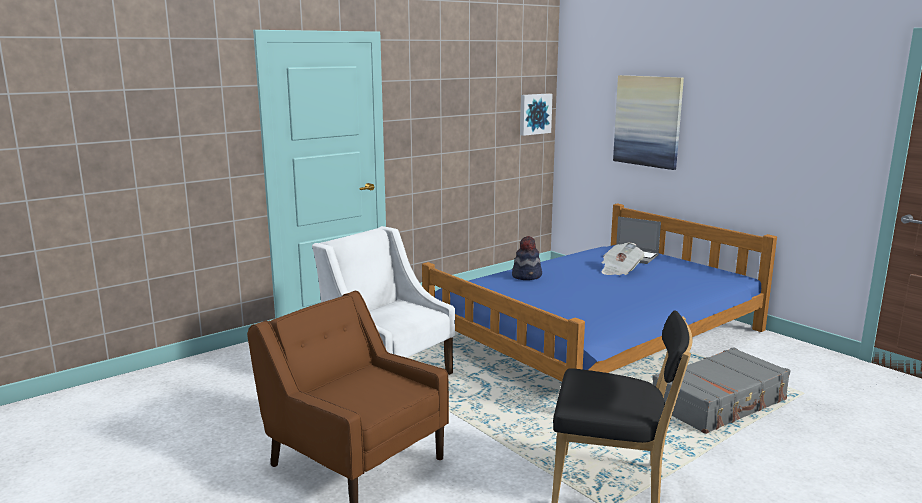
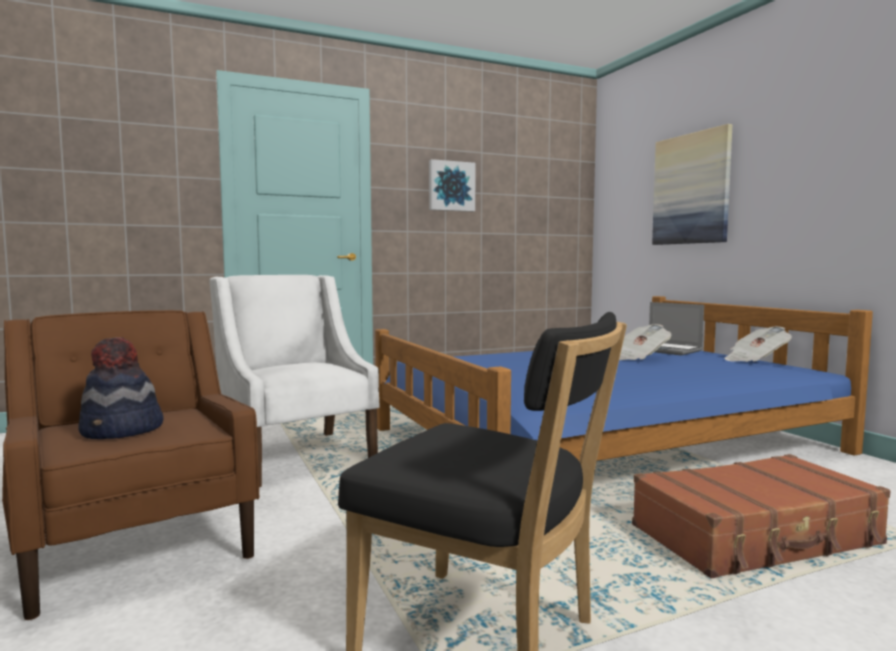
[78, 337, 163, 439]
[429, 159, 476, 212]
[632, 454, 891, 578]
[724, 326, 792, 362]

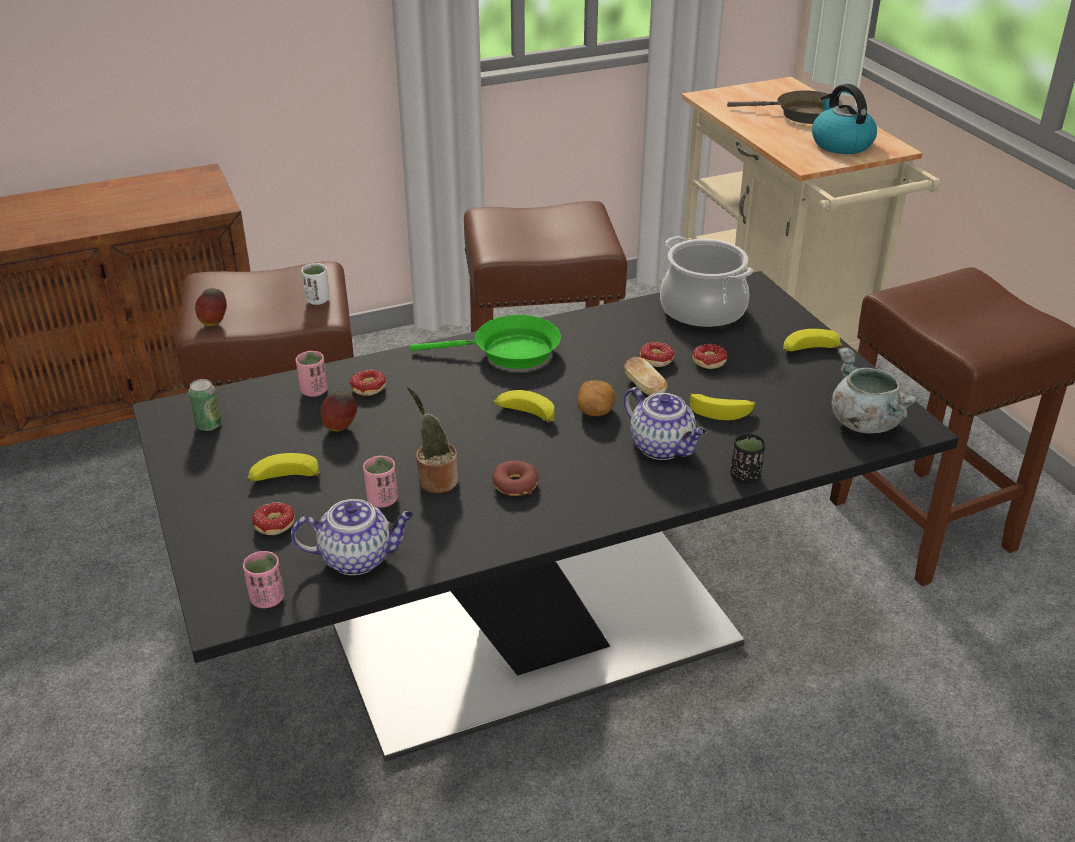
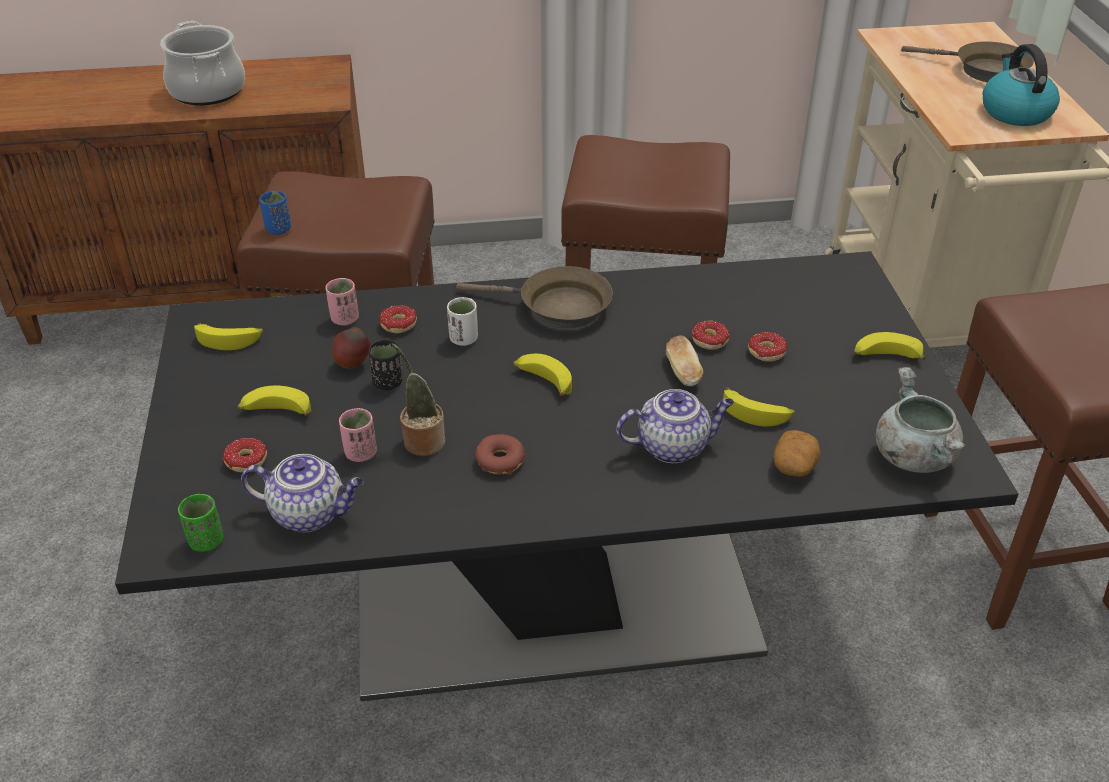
[194, 323, 263, 350]
[259, 191, 291, 235]
[178, 494, 223, 552]
[447, 297, 478, 346]
[456, 266, 613, 328]
[774, 430, 821, 477]
[616, 389, 734, 463]
[160, 21, 245, 105]
[369, 340, 402, 390]

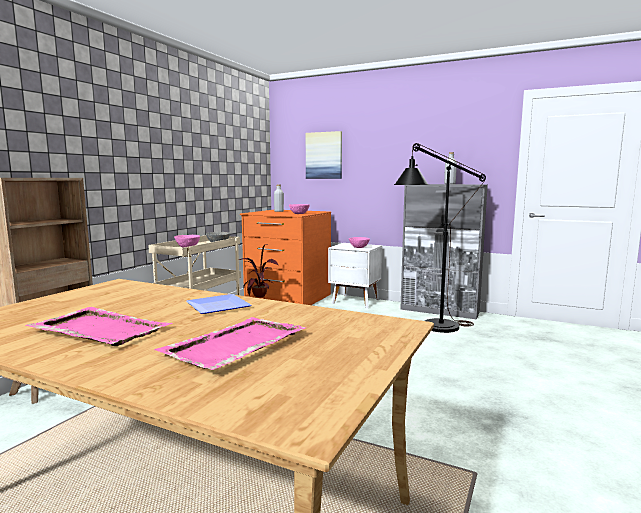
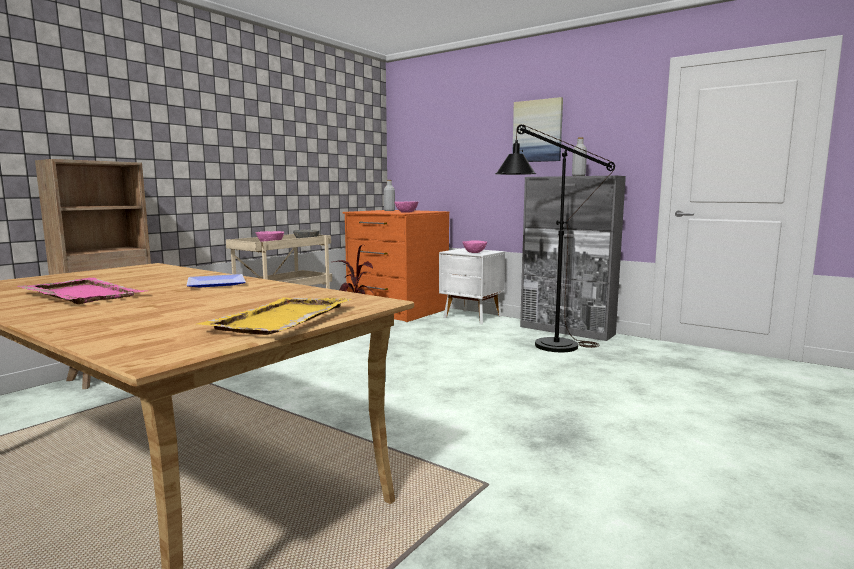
[154, 317, 307, 370] (first image)
[512, 97, 563, 162]
[196, 297, 352, 335]

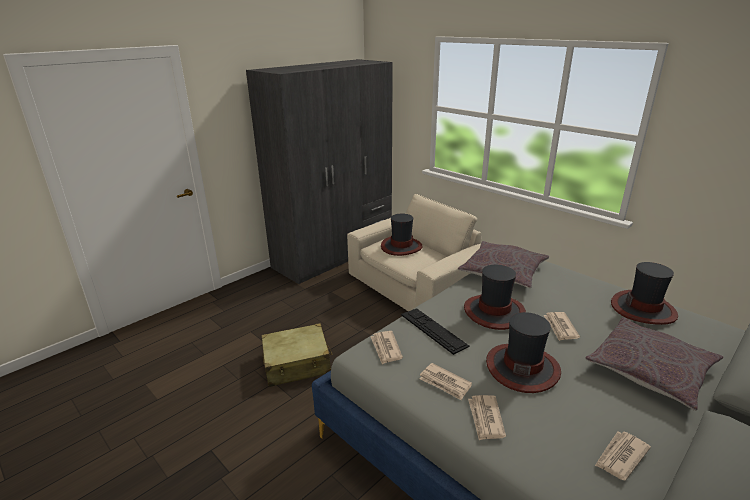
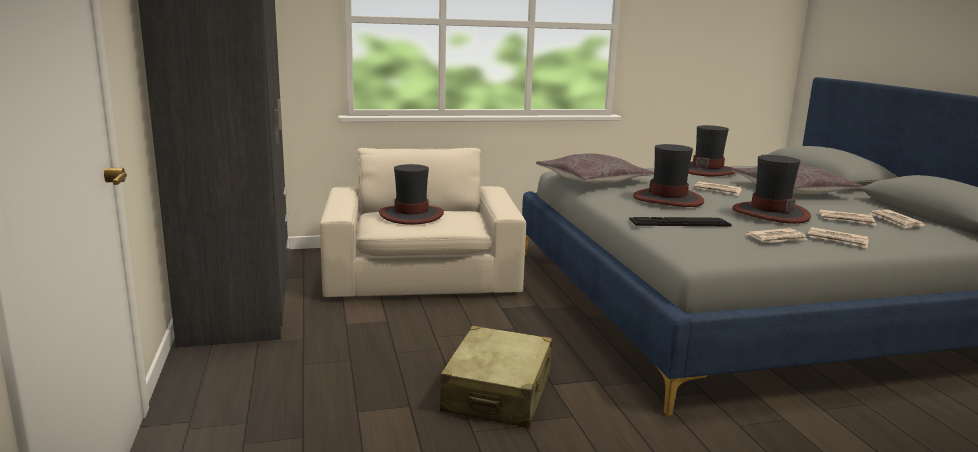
[819, 210, 876, 226]

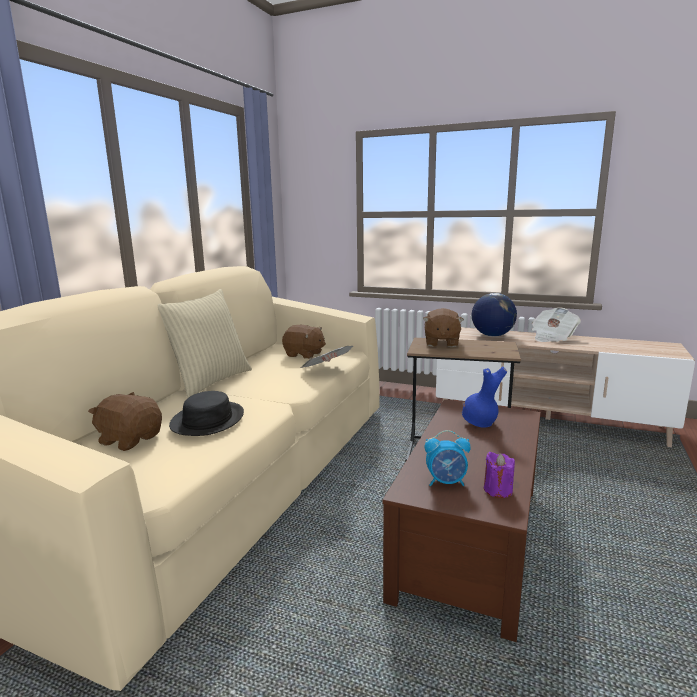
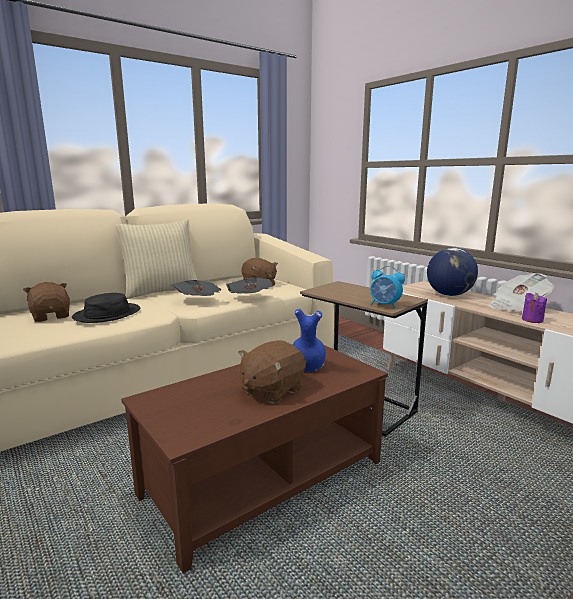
[238, 340, 306, 403]
[371, 265, 405, 309]
[522, 293, 547, 323]
[171, 280, 221, 296]

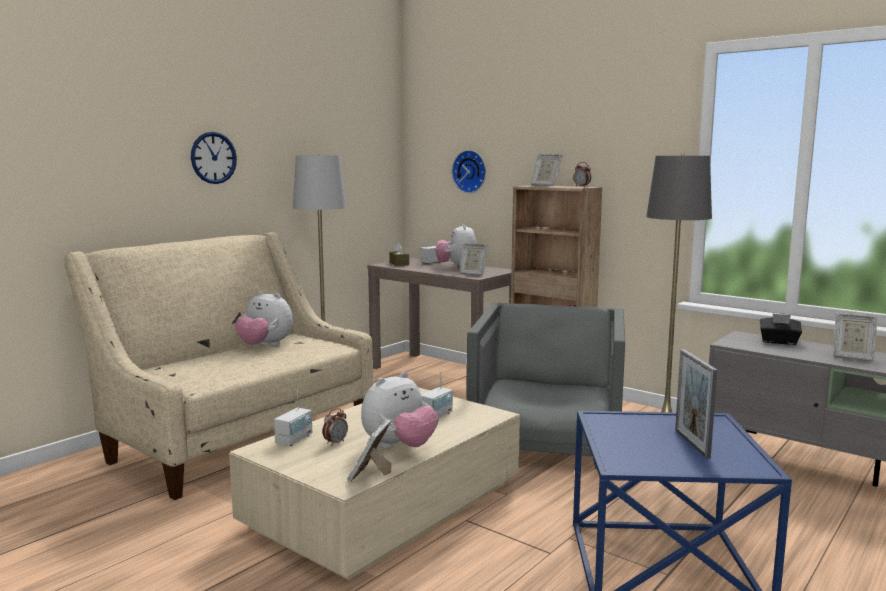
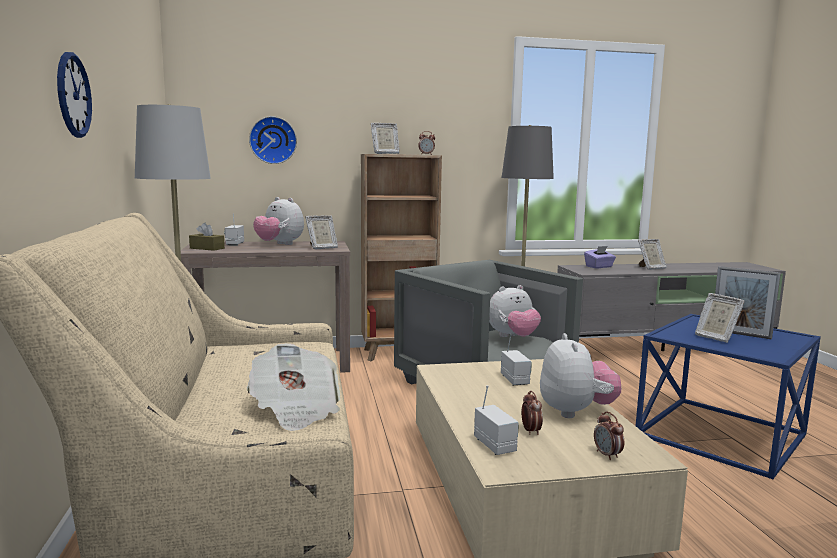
[489, 285, 541, 337]
[695, 293, 745, 343]
[584, 246, 616, 268]
[247, 343, 340, 431]
[594, 411, 624, 461]

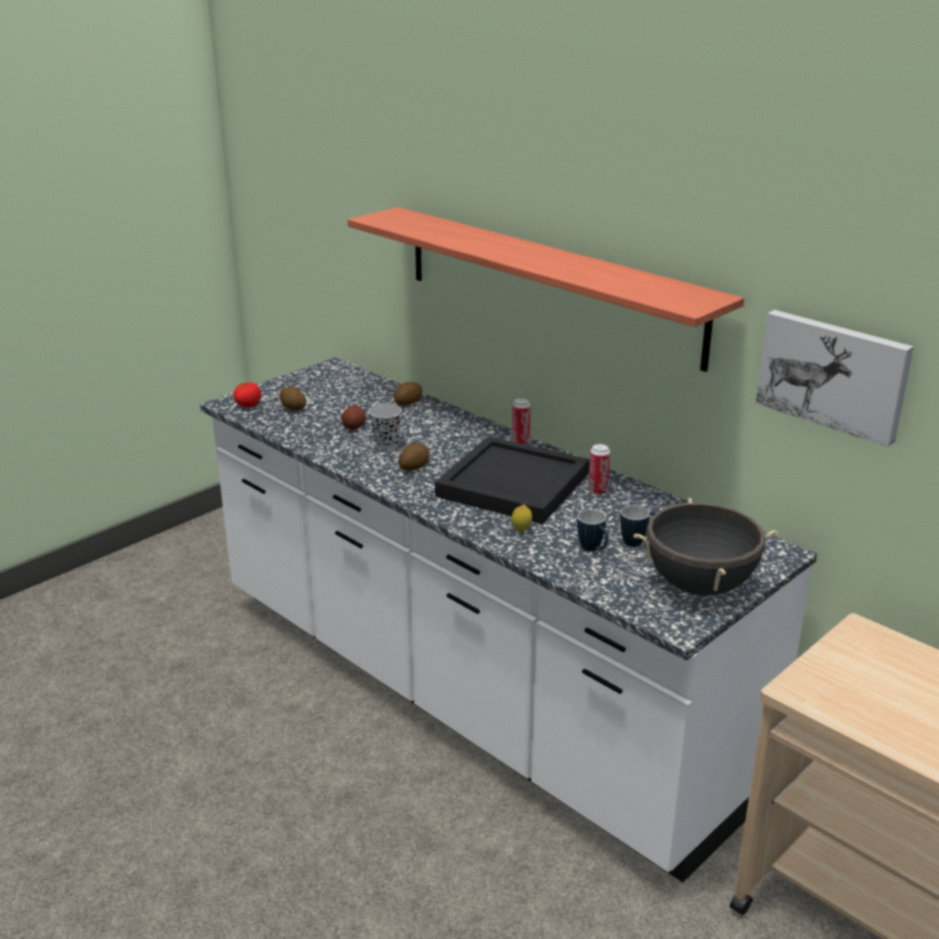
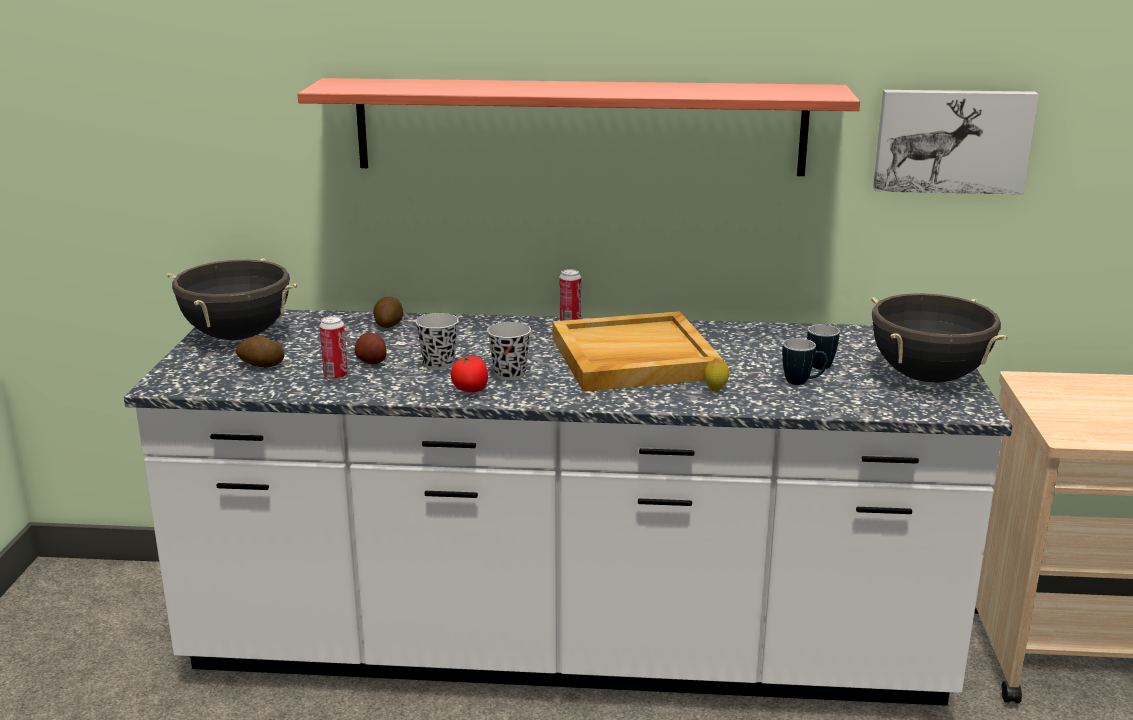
[450, 356, 488, 392]
[487, 322, 531, 380]
[552, 311, 724, 392]
[319, 316, 348, 380]
[167, 258, 297, 340]

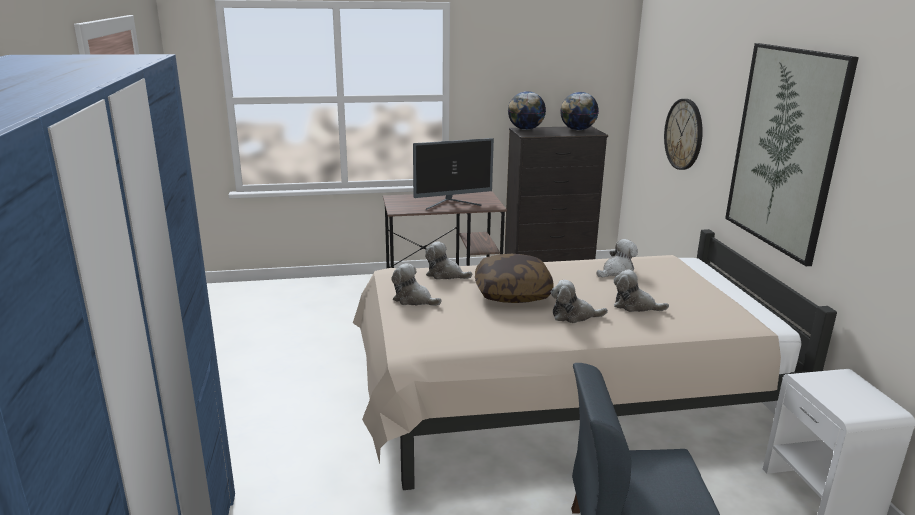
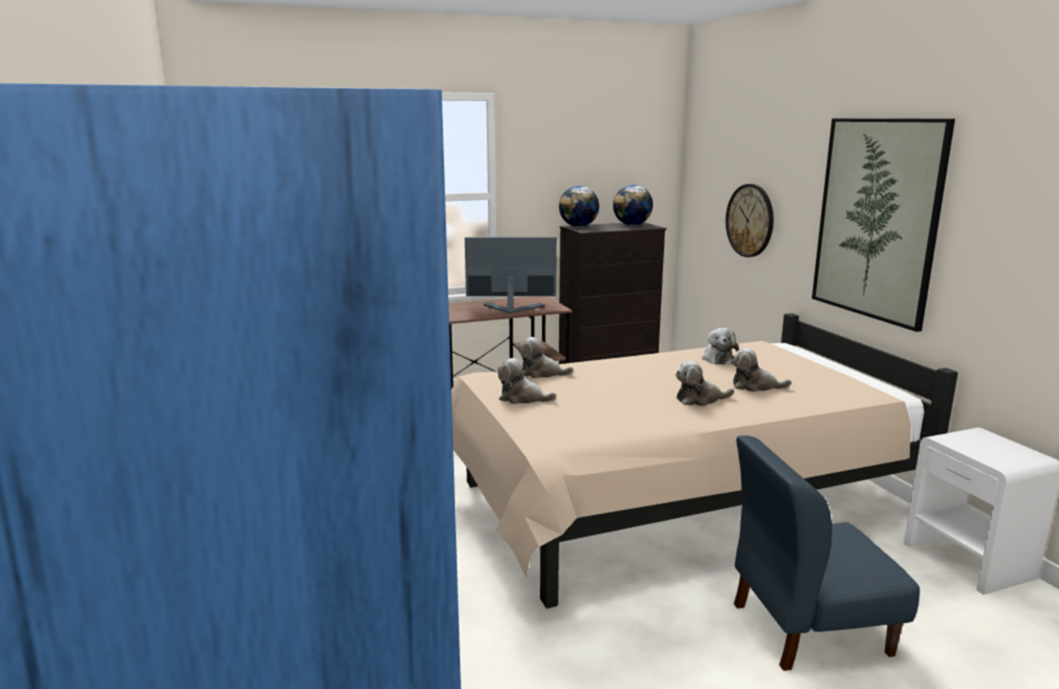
[465, 237, 557, 314]
[475, 254, 554, 303] (first image)
[702, 328, 739, 365]

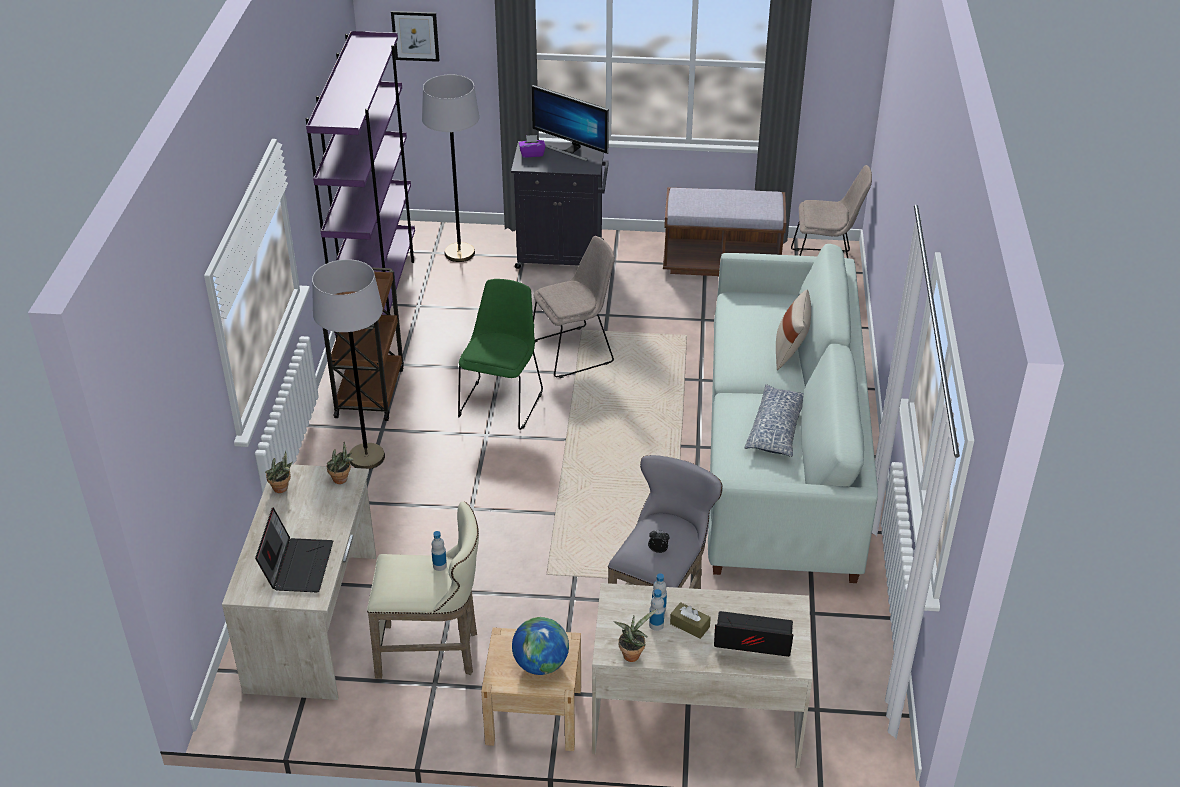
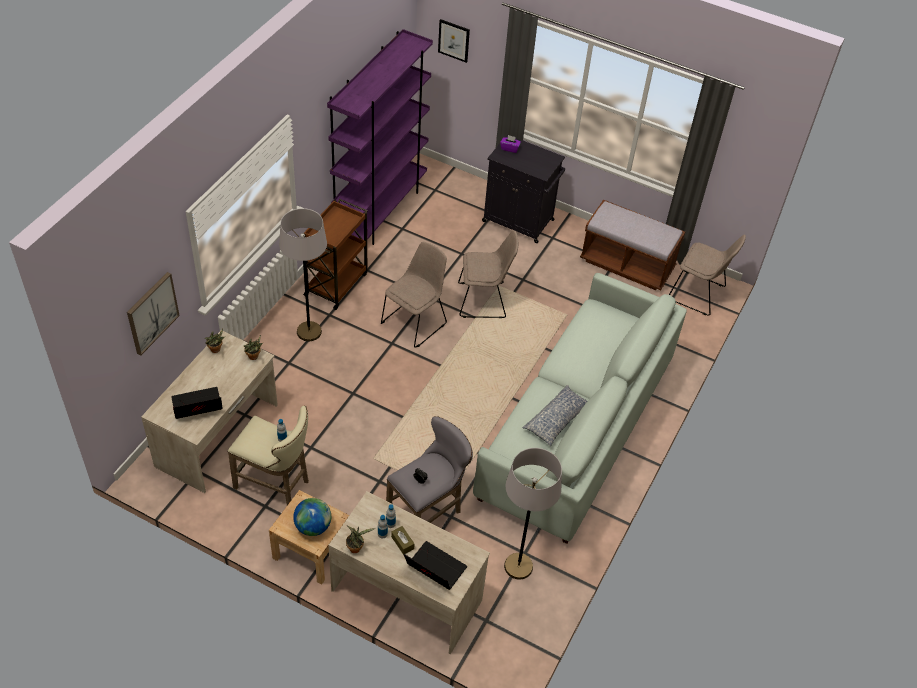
[171, 387, 222, 419]
[504, 448, 562, 579]
[381, 242, 447, 347]
[531, 85, 609, 161] (first image)
[776, 290, 811, 370] (first image)
[127, 272, 180, 356]

